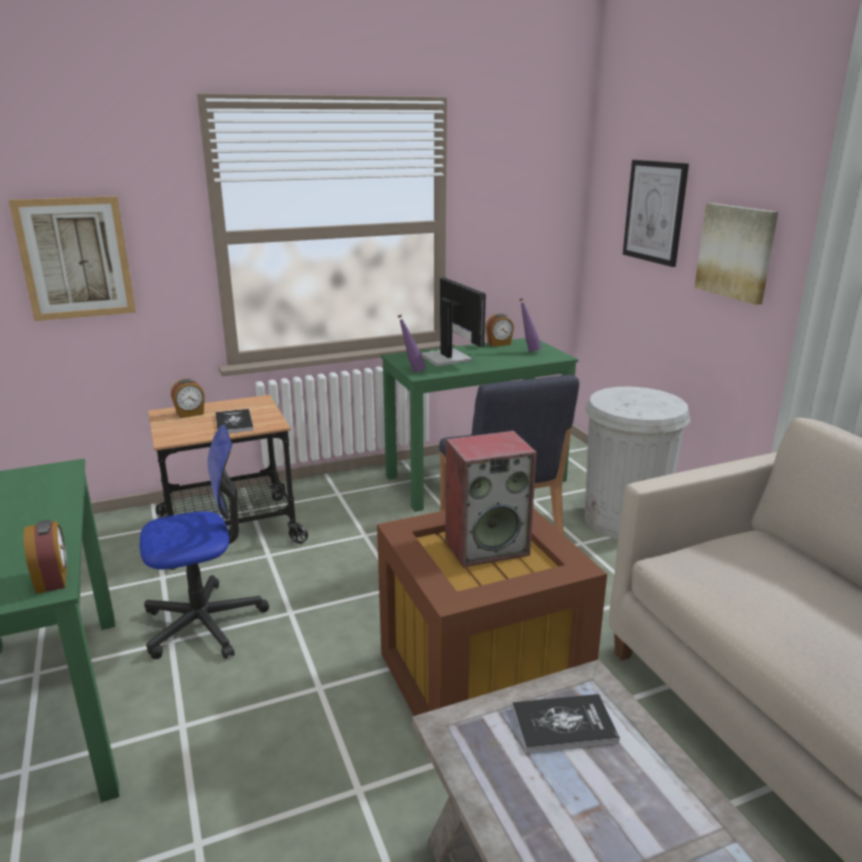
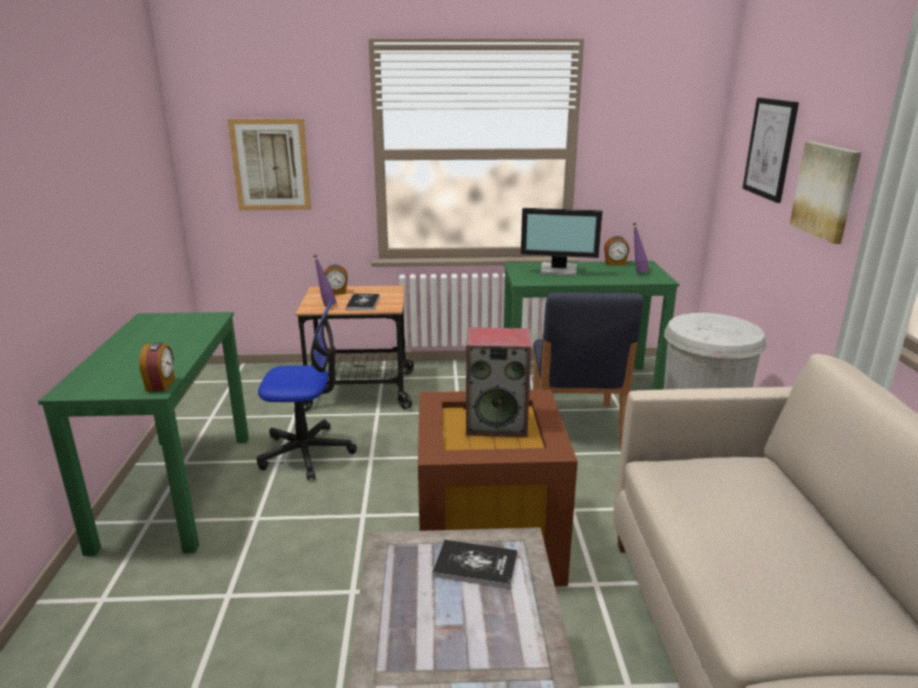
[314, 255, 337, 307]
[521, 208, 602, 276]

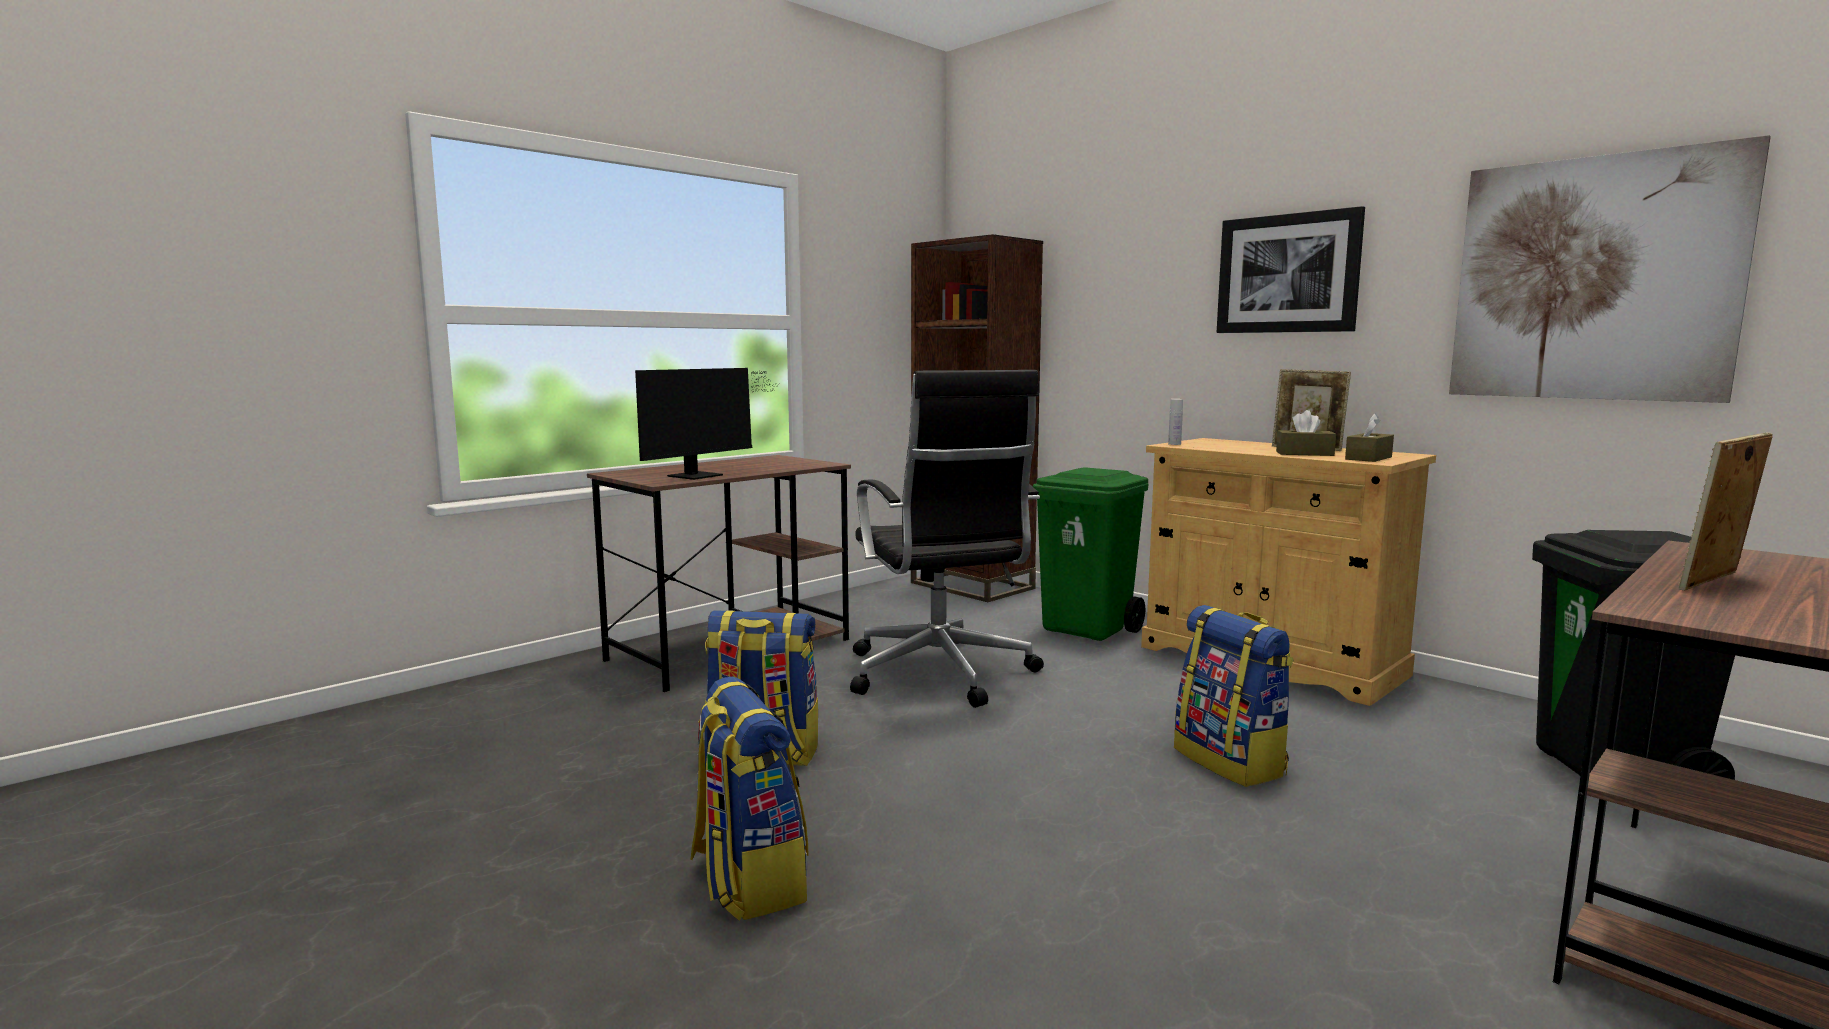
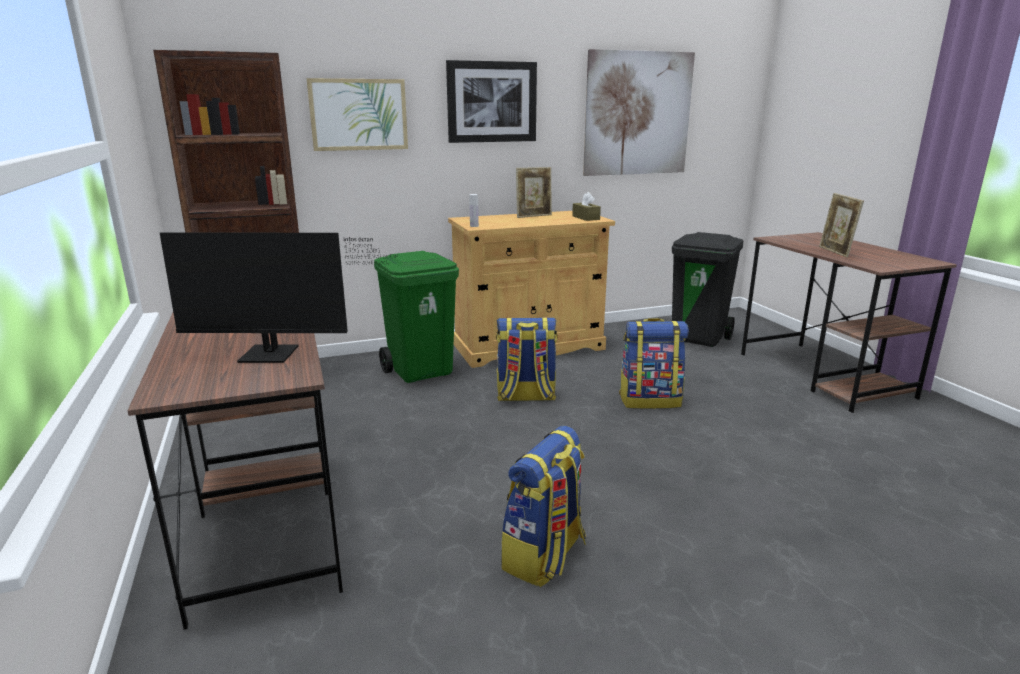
[160, 232, 398, 363]
[496, 318, 558, 401]
[850, 370, 1044, 708] (first image)
[1276, 410, 1336, 456] (first image)
[306, 78, 408, 151]

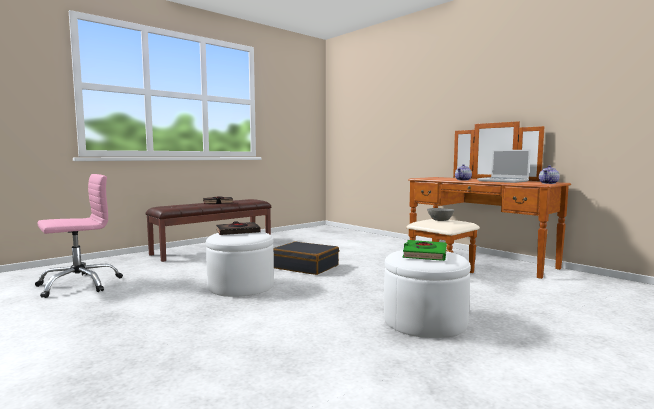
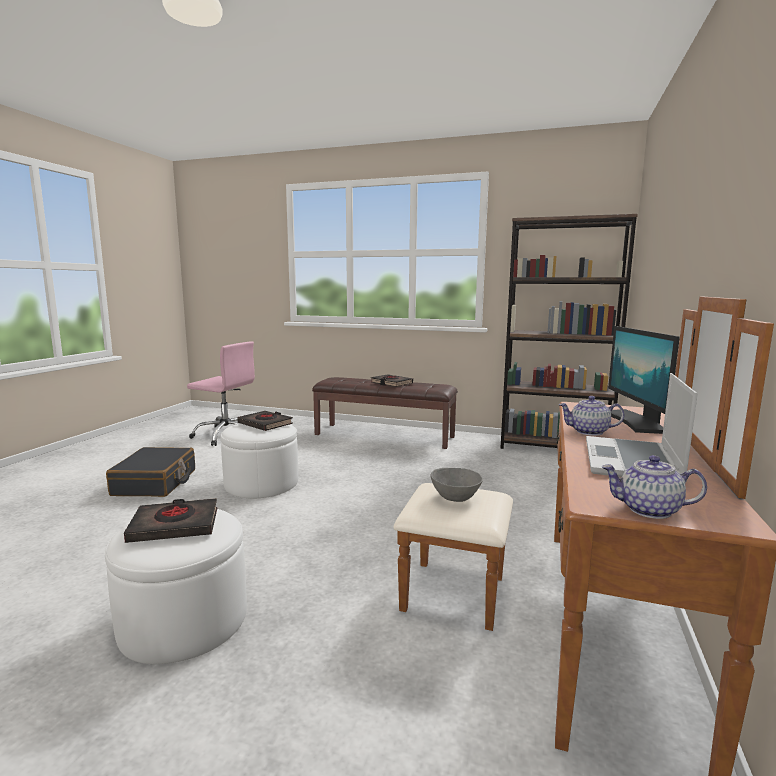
[106, 447, 195, 497]
[124, 498, 217, 543]
[500, 214, 638, 449]
[608, 326, 679, 434]

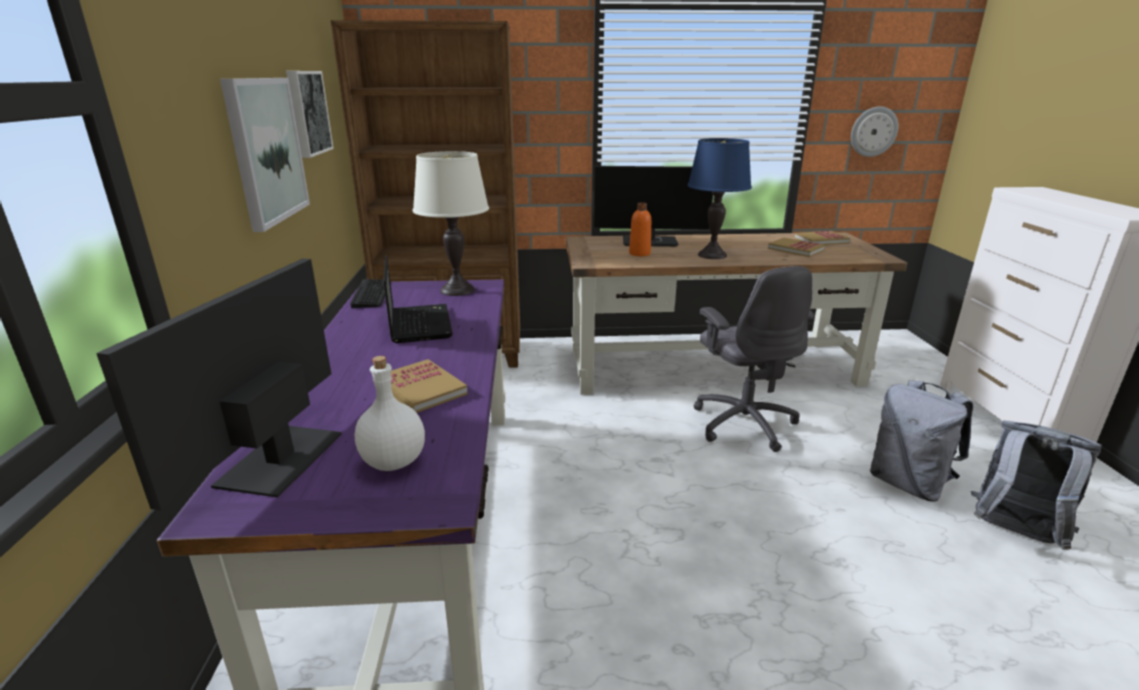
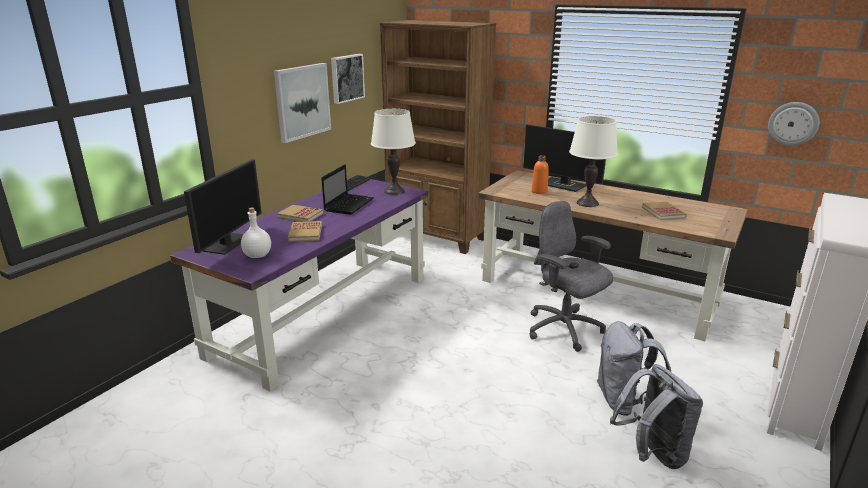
[184, 159, 262, 255]
[569, 116, 618, 207]
[530, 201, 613, 352]
[277, 205, 324, 222]

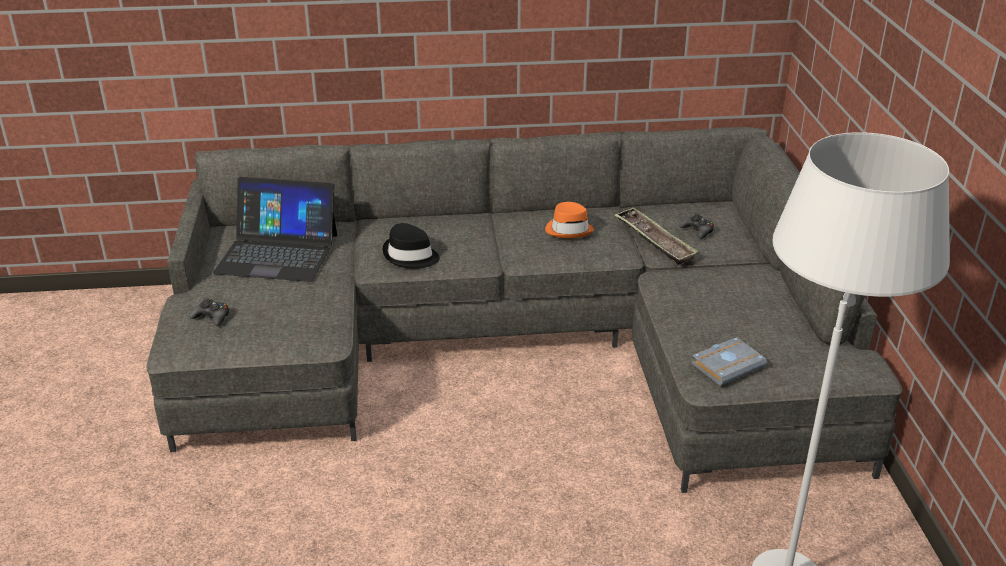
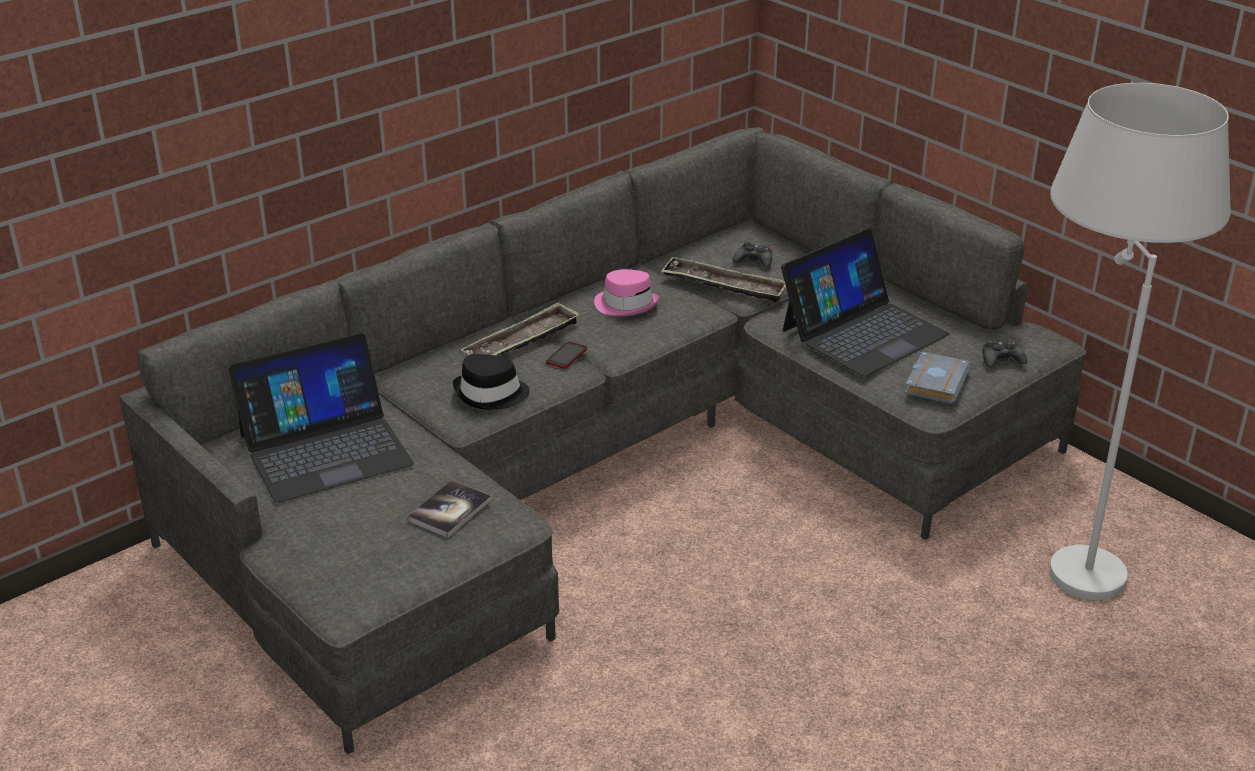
[982, 340, 1027, 368]
[594, 269, 659, 316]
[408, 480, 492, 538]
[461, 302, 580, 356]
[546, 342, 587, 369]
[781, 228, 949, 377]

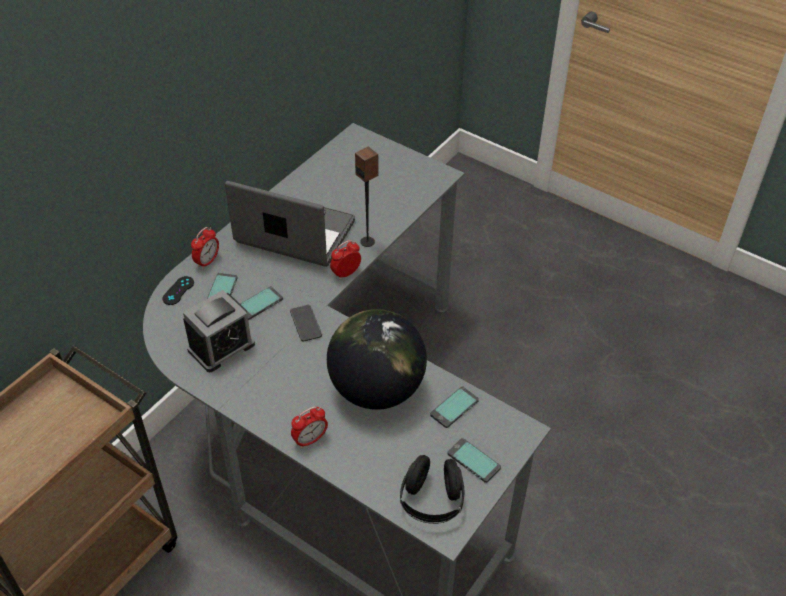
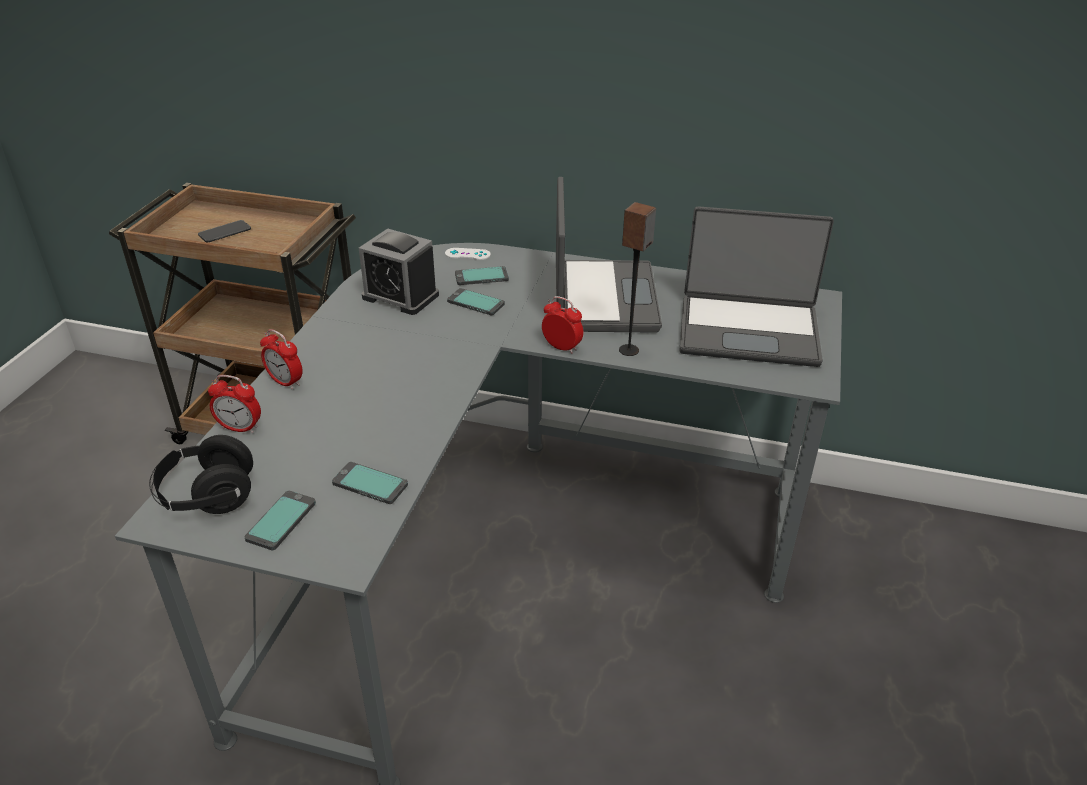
[445, 248, 491, 260]
[208, 375, 261, 433]
[198, 220, 251, 242]
[327, 309, 427, 410] (first image)
[679, 206, 834, 367]

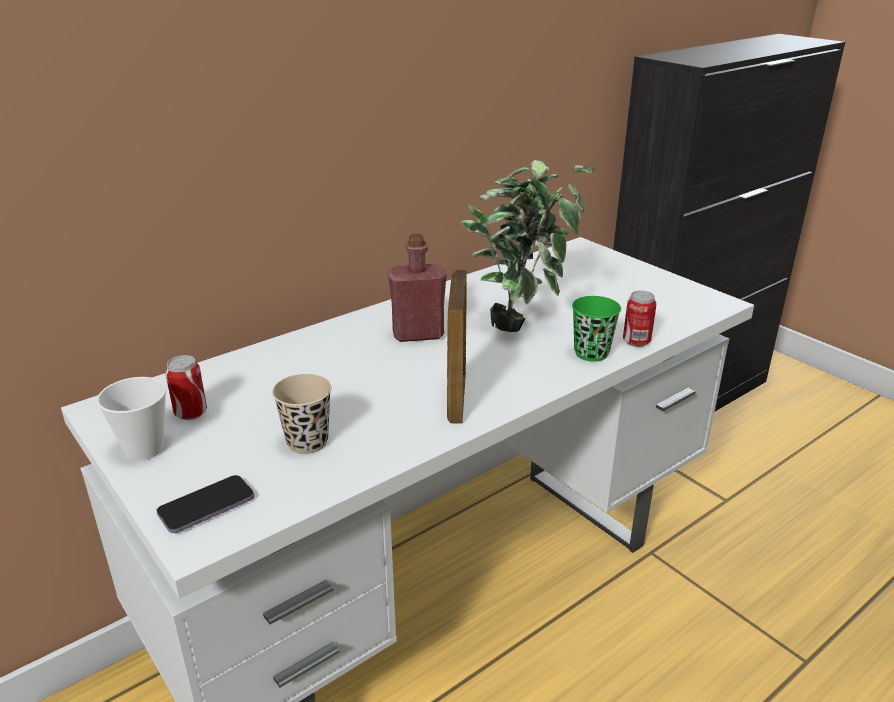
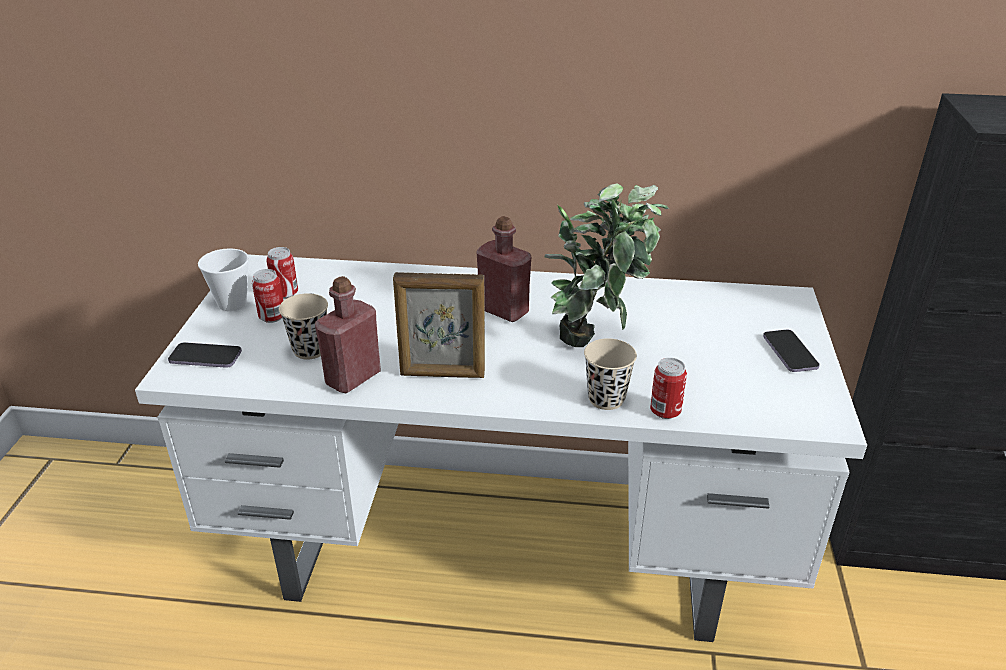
[393, 272, 485, 378]
[584, 338, 637, 410]
[252, 269, 284, 323]
[315, 276, 381, 393]
[763, 330, 820, 372]

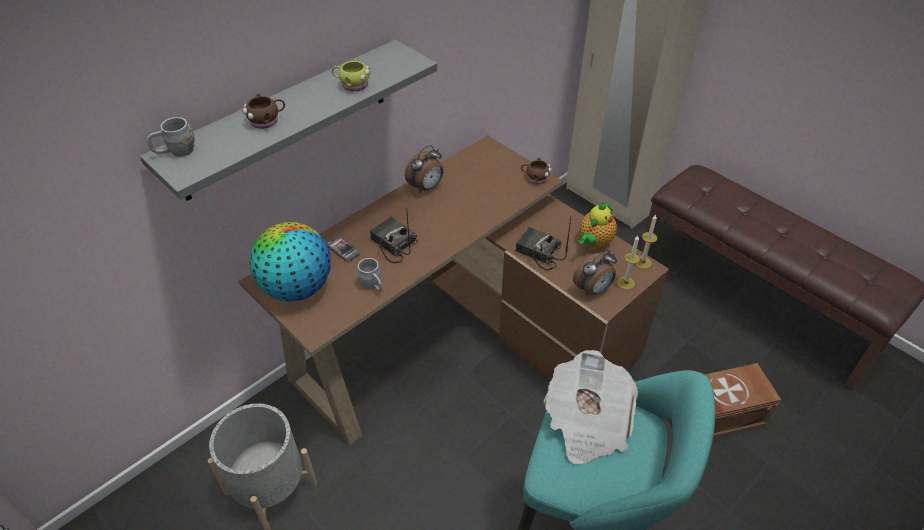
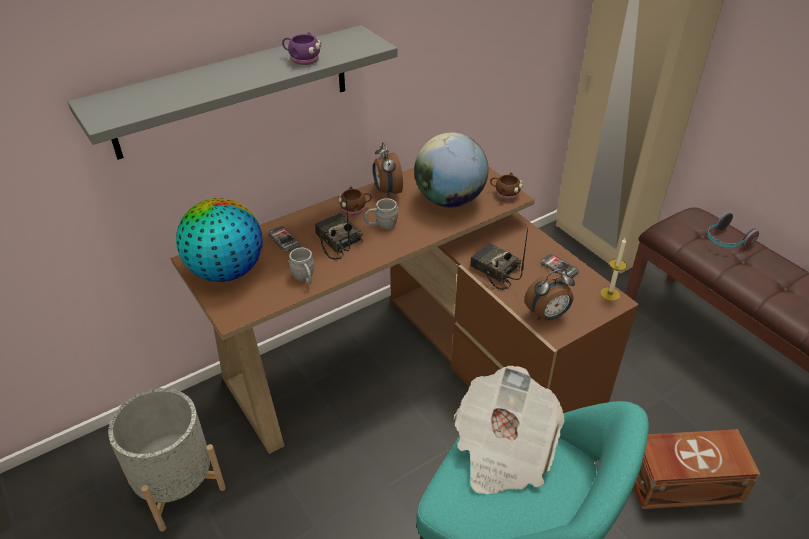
[364, 198, 399, 229]
[338, 186, 372, 215]
[282, 32, 322, 65]
[373, 143, 403, 198]
[540, 254, 579, 278]
[617, 235, 640, 290] (first image)
[414, 133, 488, 207]
[707, 212, 759, 247]

